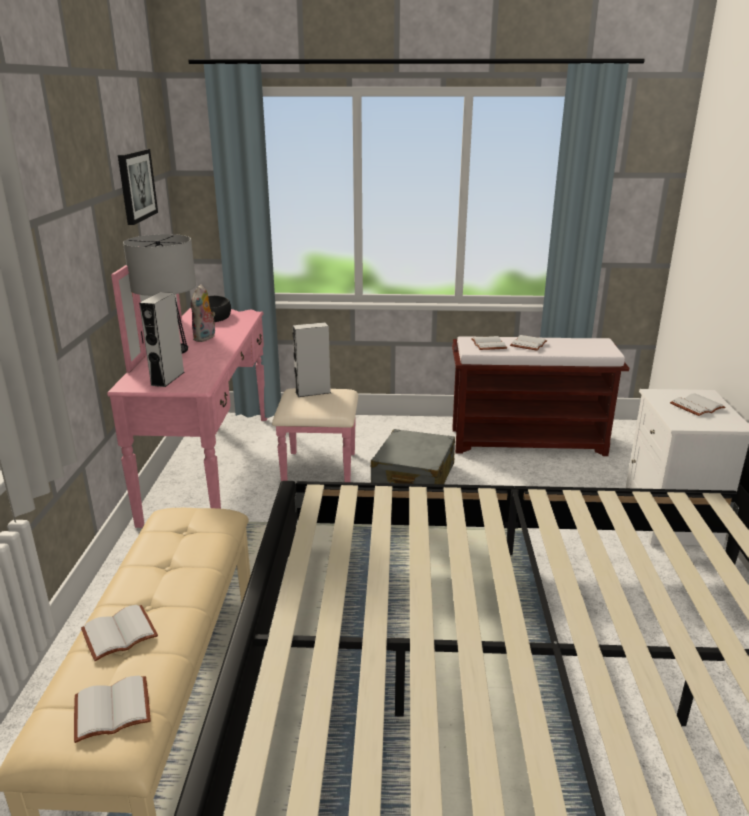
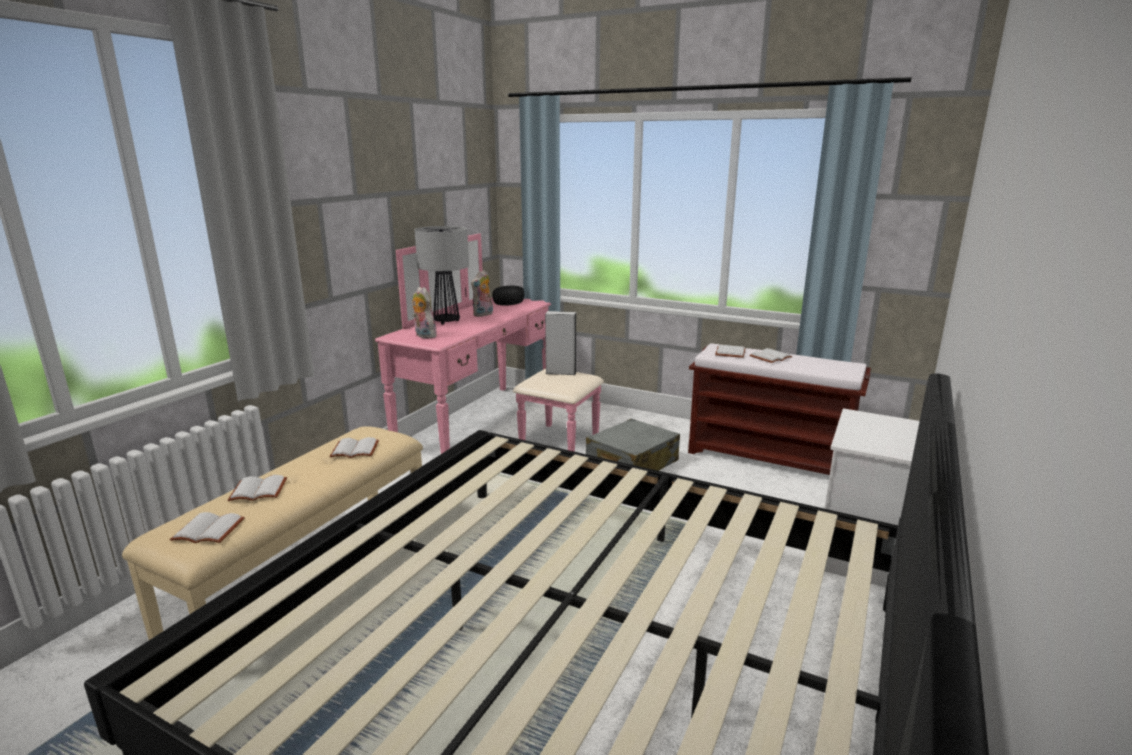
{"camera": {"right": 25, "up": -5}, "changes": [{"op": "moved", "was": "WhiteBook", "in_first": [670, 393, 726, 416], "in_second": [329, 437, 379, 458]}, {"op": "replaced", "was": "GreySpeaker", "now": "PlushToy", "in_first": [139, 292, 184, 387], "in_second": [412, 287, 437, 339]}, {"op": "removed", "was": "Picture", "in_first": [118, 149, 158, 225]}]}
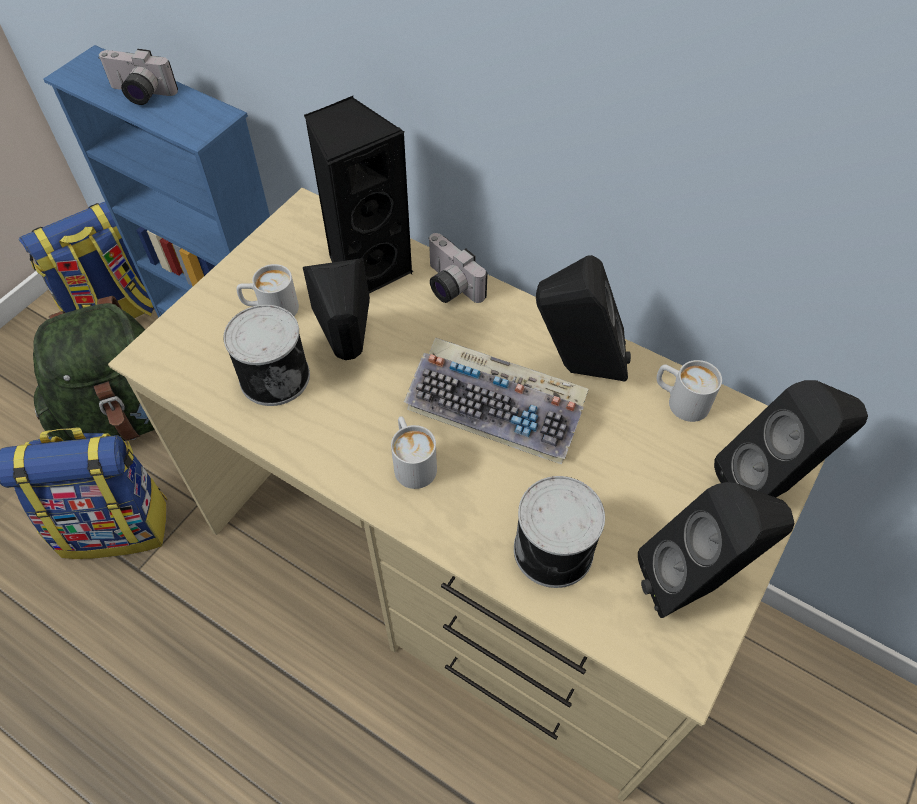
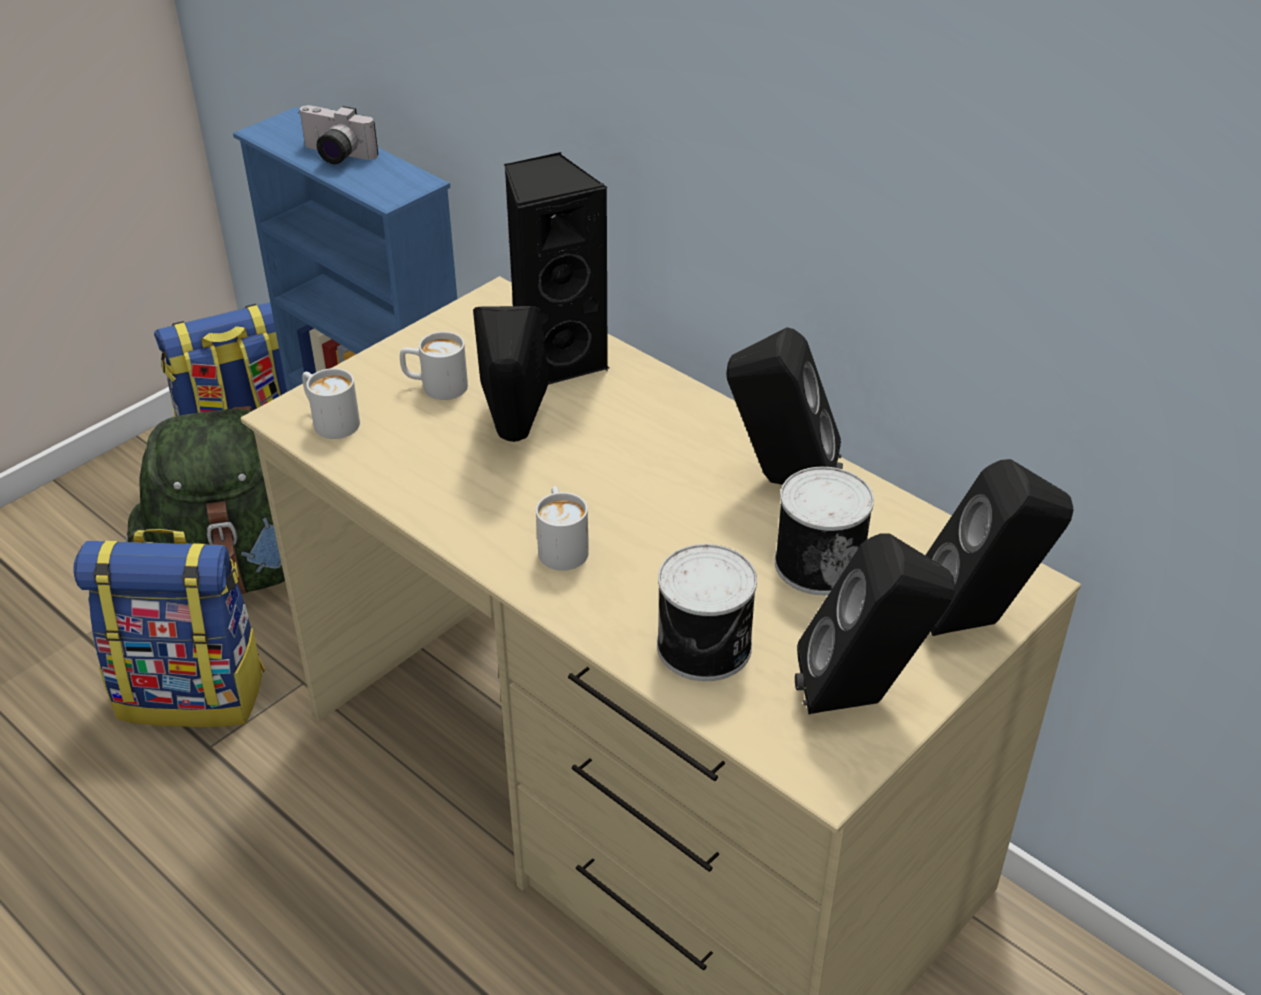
{"camera": {"right": 10, "up": -15}, "changes": [{"op": "moved", "was": "WhiteMug", "in_first": [657, 360, 722, 422], "in_second": [302, 368, 360, 439]}, {"op": "moved", "was": "Can", "in_first": [223, 305, 310, 406], "in_second": [775, 467, 874, 595]}, {"op": "removed", "was": "Keyboard", "in_first": [404, 338, 589, 464]}, {"op": "removed", "was": "PhotoCamera", "in_first": [428, 233, 488, 303]}]}
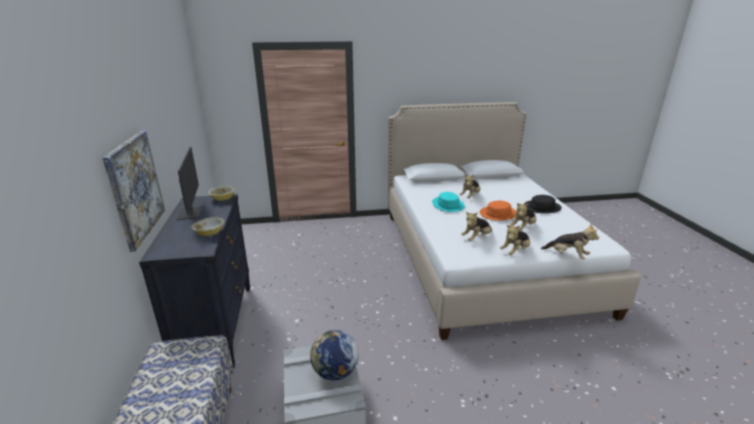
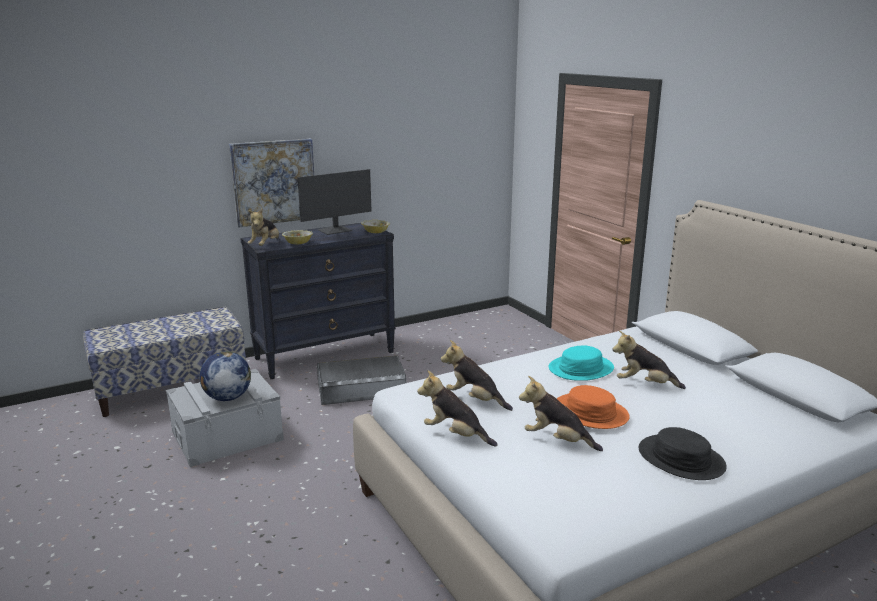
{"camera": {"right": 70, "up": -5}, "changes": [{"op": "moved", "was": "PlushToy", "in_first": [541, 223, 599, 259], "in_second": [248, 208, 279, 246]}, {"op": "added", "now": "GreyStorageBox", "in_second": [317, 355, 406, 405]}]}
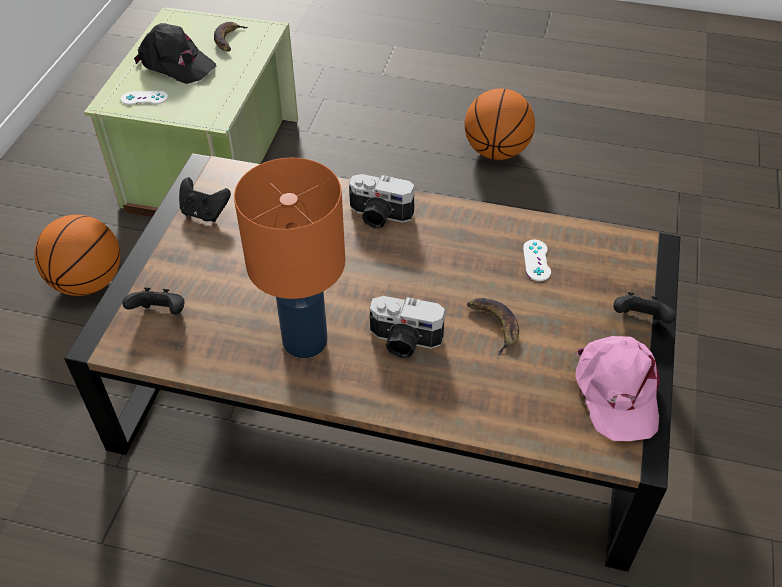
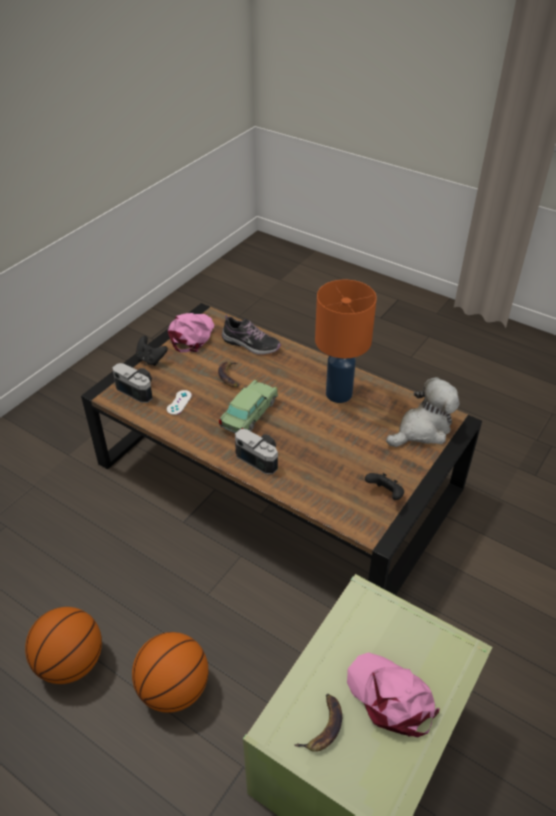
{"camera": {"right": -160, "up": -5}, "changes": [{"op": "moved", "was": "PhotoCamera", "in_first": [370, 296, 445, 358], "in_second": [112, 363, 153, 403]}, {"op": "moved", "was": "Basketball", "in_first": [34, 215, 120, 296], "in_second": [132, 632, 208, 713]}, {"op": "added", "now": "ToyCar", "in_second": [219, 380, 278, 433]}, {"op": "added", "now": "Shoe", "in_second": [222, 314, 281, 355]}, {"op": "recoloured", "was": "BlackCap", "now": "PinkCap", "in_first": [134, 23, 216, 84], "in_second": [347, 652, 440, 738]}, {"op": "replaced", "was": "BlackGameController", "now": "PlushToy", "in_first": [122, 287, 184, 315], "in_second": [386, 377, 459, 447]}, {"op": "removed", "was": "WhiteGameController", "in_first": [121, 91, 168, 105]}]}
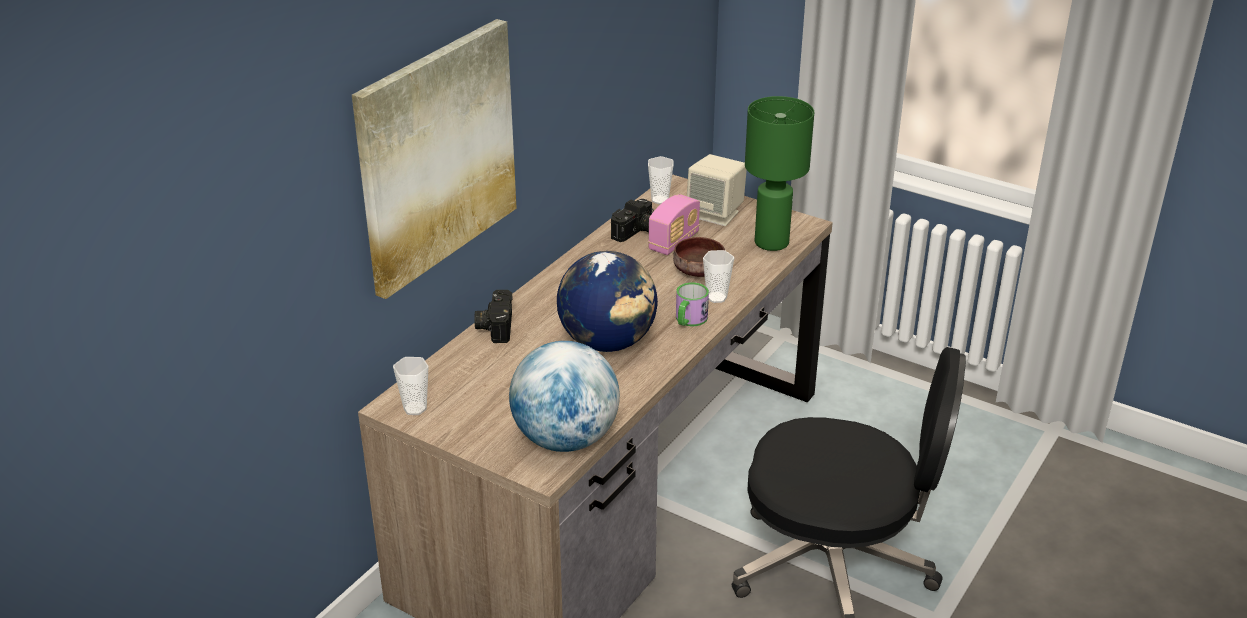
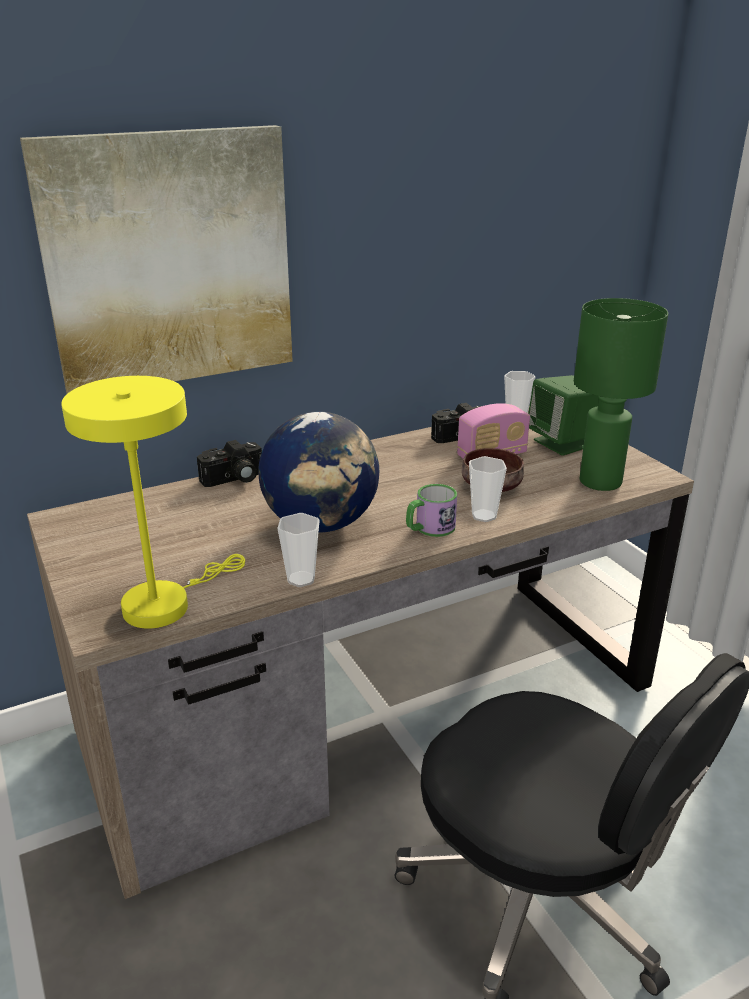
{"camera": {"right": 30, "up": -5}, "changes": [{"op": "replaced", "was": "Globe", "now": "YellowTableLamp", "in_first": [509, 341, 620, 452], "in_second": [61, 376, 245, 629]}, {"op": "turned", "was": "PhotoCamera", "in_first": [474, 290, 513, 343], "in_second": [197, 440, 262, 487], "clockwise": -150}, {"op": "moved", "was": "Cup", "in_first": [393, 357, 429, 415], "in_second": [277, 513, 320, 587]}, {"op": "recoloured", "was": "BeigeSpeaker", "now": "GreenSpeaker", "in_first": [687, 154, 747, 226], "in_second": [528, 375, 599, 456]}]}
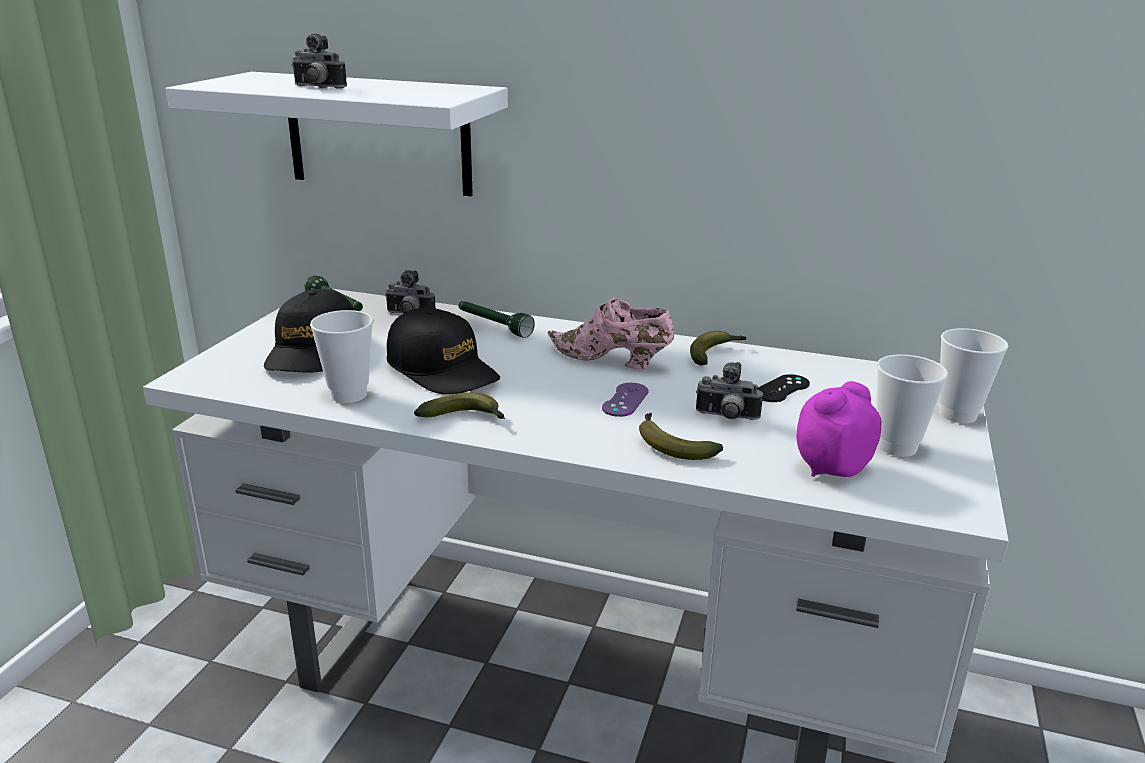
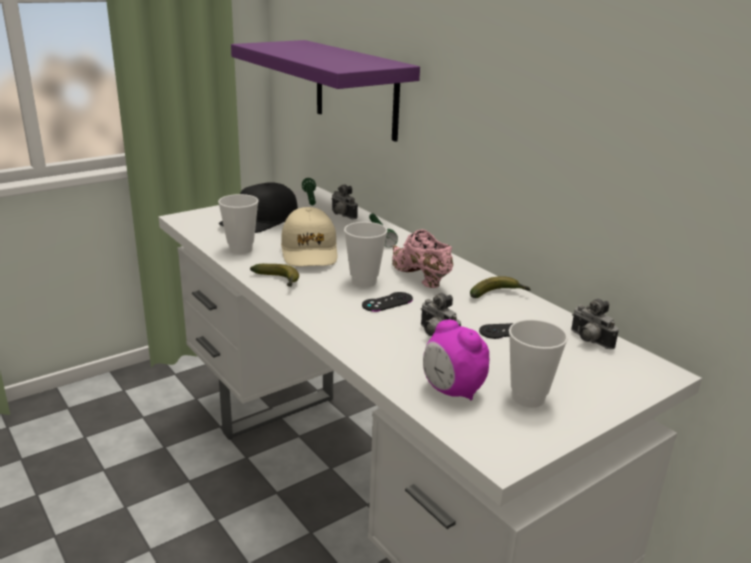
{"camera": {"right": 35, "up": 0}, "changes": [{"op": "recoloured", "was": "WhiteShelf", "now": "PurpleShelf", "in_first": [166, 72, 508, 196], "in_second": [231, 40, 420, 142]}, {"op": "recoloured", "was": "BlackCap", "now": "BeigeCap", "in_first": [387, 308, 500, 394], "in_second": [281, 207, 337, 266]}, {"op": "moved", "was": "Cup", "in_first": [939, 328, 1008, 423], "in_second": [344, 222, 387, 287]}, {"op": "recoloured", "was": "PurpleGameController", "now": "BlackGameController", "in_first": [602, 383, 649, 417], "in_second": [362, 292, 413, 312]}, {"op": "turned", "was": "AlarmClock", "in_first": [796, 381, 882, 477], "in_second": [423, 320, 489, 400], "clockwise": -135}, {"op": "moved", "was": "PhotoCamera", "in_first": [291, 33, 347, 89], "in_second": [571, 299, 619, 349]}, {"op": "removed", "was": "Banana", "in_first": [639, 413, 723, 460]}]}
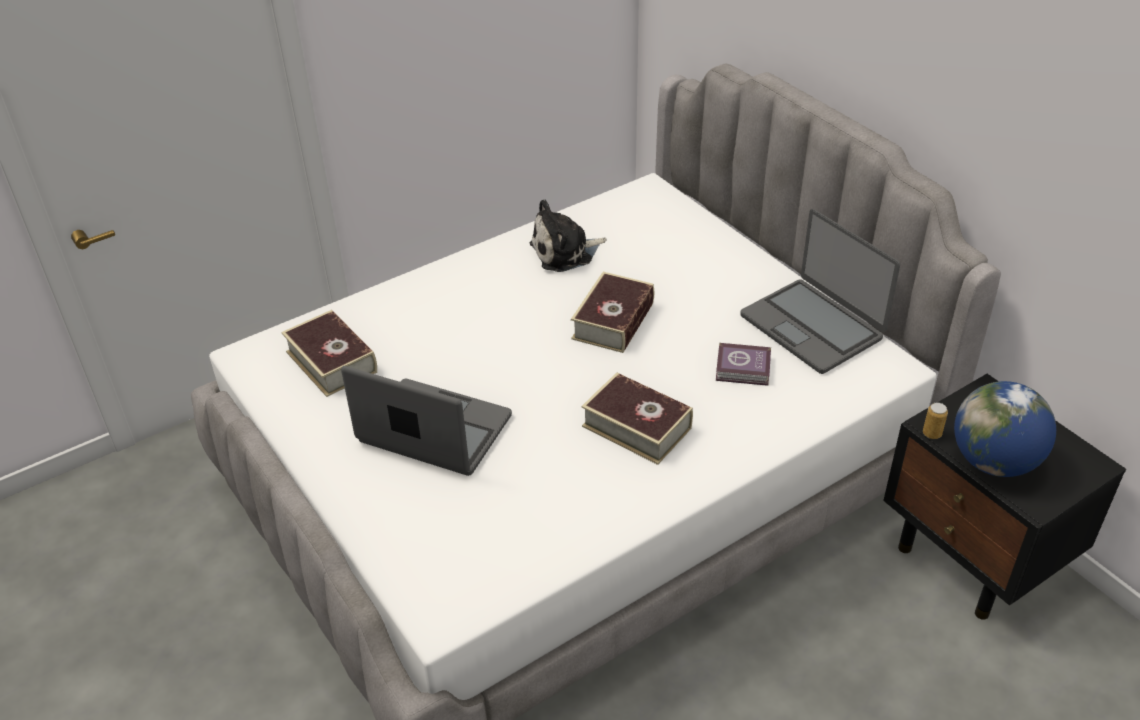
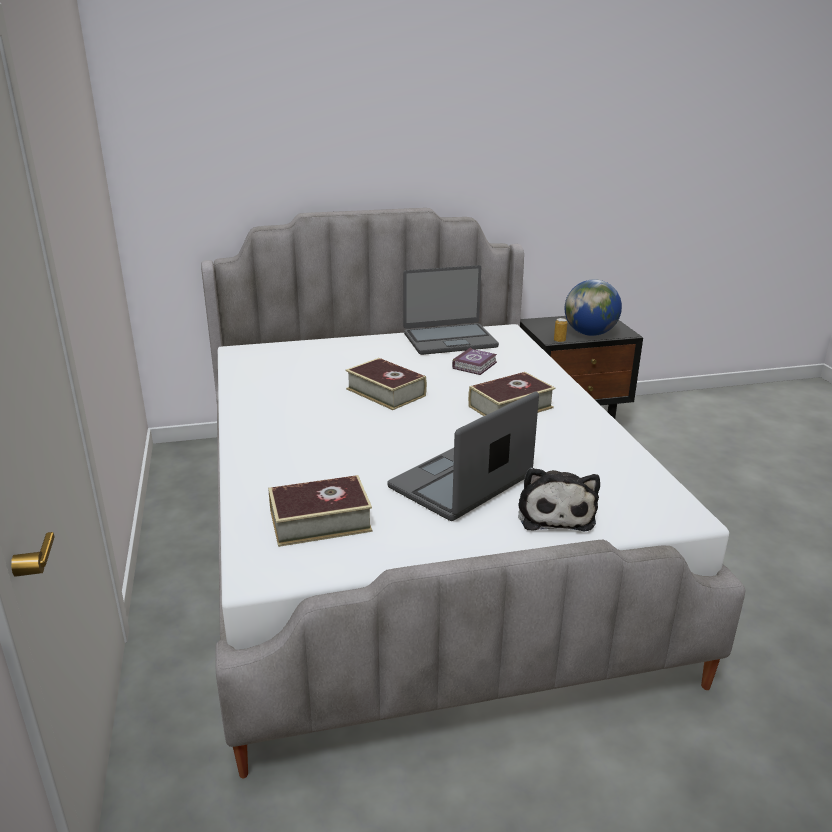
{"camera": {"right": -70, "up": -15}, "changes": [{"op": "moved", "was": "PlushToy", "in_first": [530, 199, 607, 272], "in_second": [518, 468, 600, 532]}]}
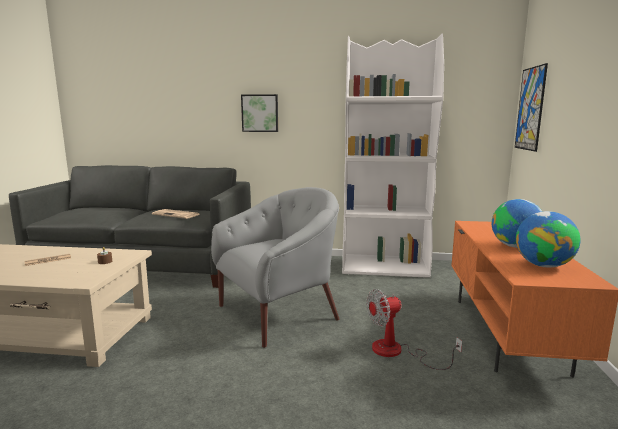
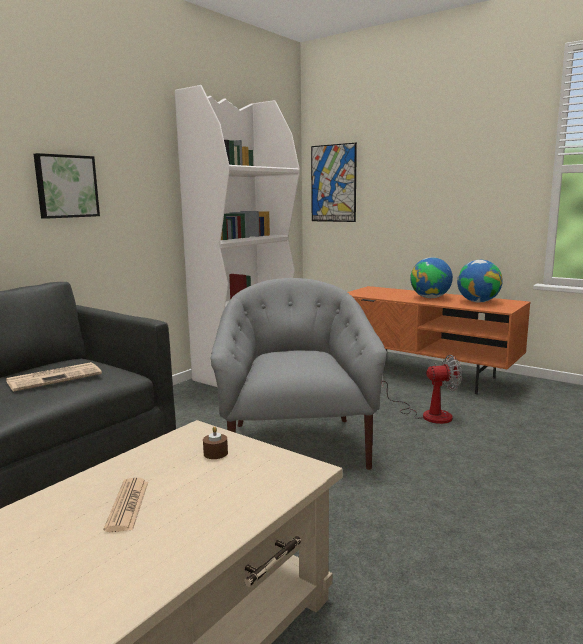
{"camera": {"right": -60, "up": 0}, "changes": [{"op": "turned", "was": "Fan", "in_first": [367, 289, 462, 370], "in_second": [381, 355, 462, 424], "clockwise": -105}]}
